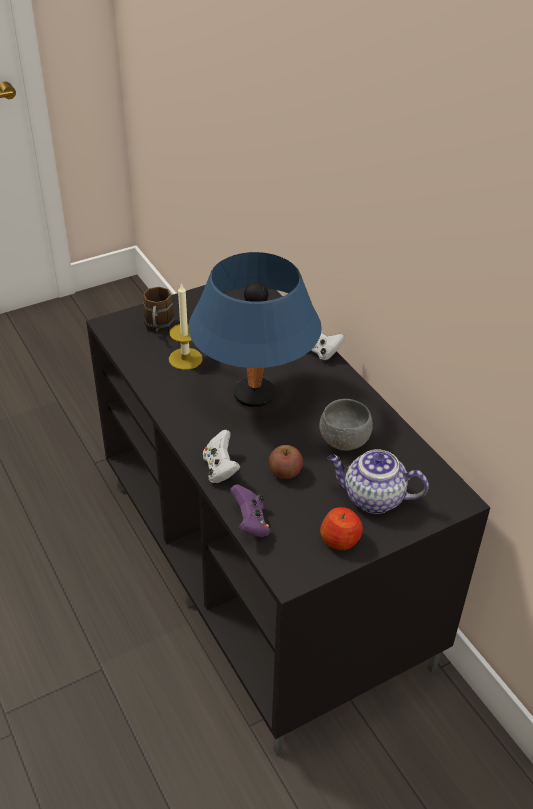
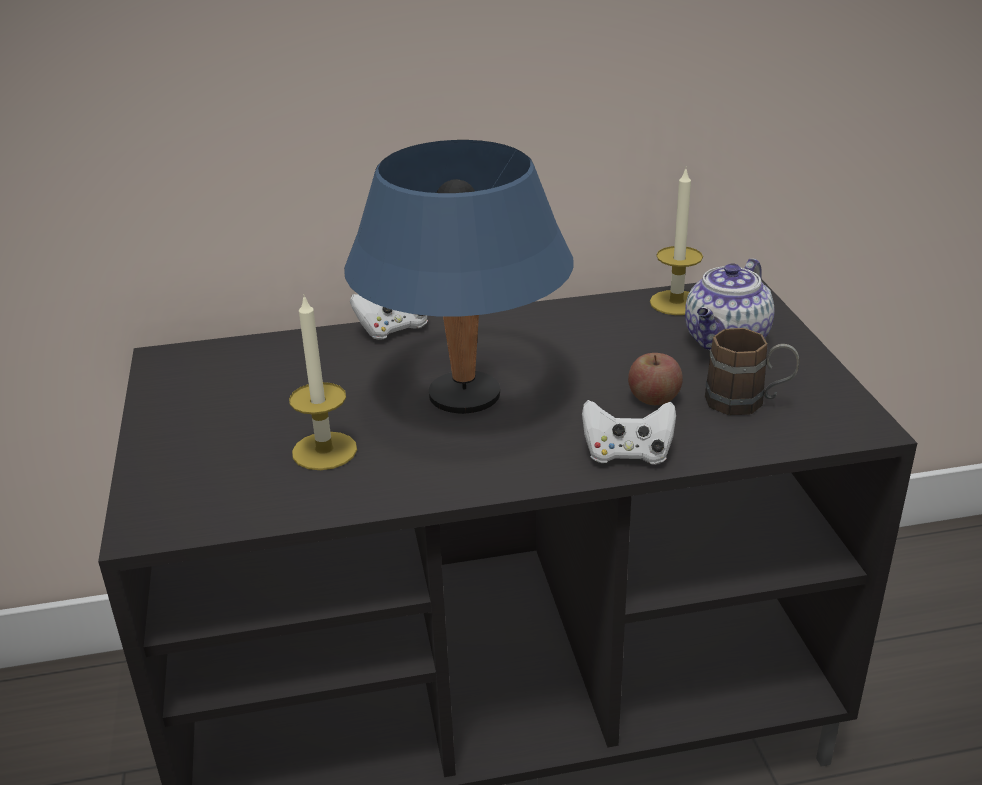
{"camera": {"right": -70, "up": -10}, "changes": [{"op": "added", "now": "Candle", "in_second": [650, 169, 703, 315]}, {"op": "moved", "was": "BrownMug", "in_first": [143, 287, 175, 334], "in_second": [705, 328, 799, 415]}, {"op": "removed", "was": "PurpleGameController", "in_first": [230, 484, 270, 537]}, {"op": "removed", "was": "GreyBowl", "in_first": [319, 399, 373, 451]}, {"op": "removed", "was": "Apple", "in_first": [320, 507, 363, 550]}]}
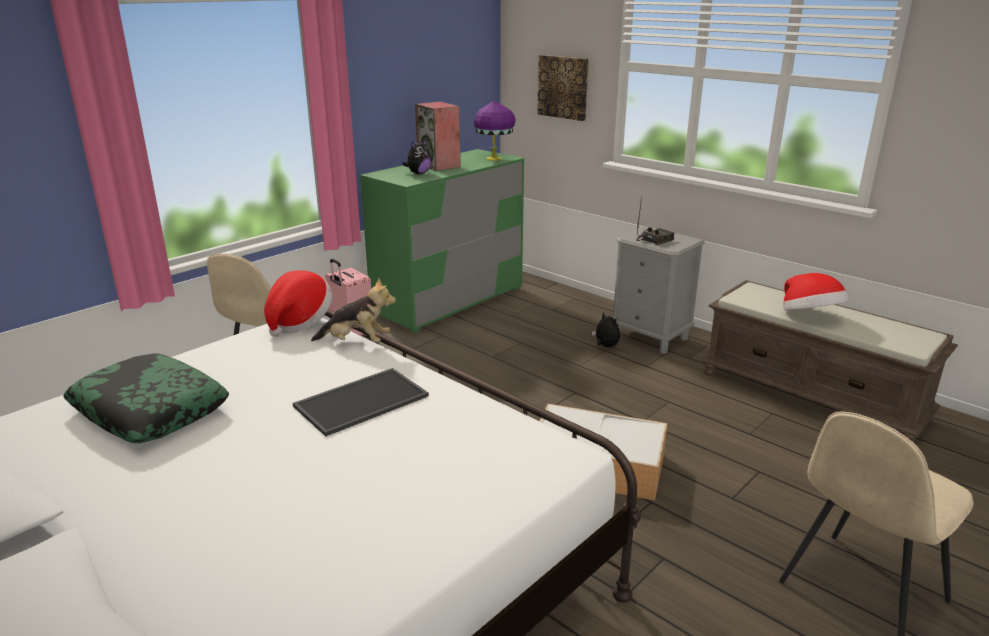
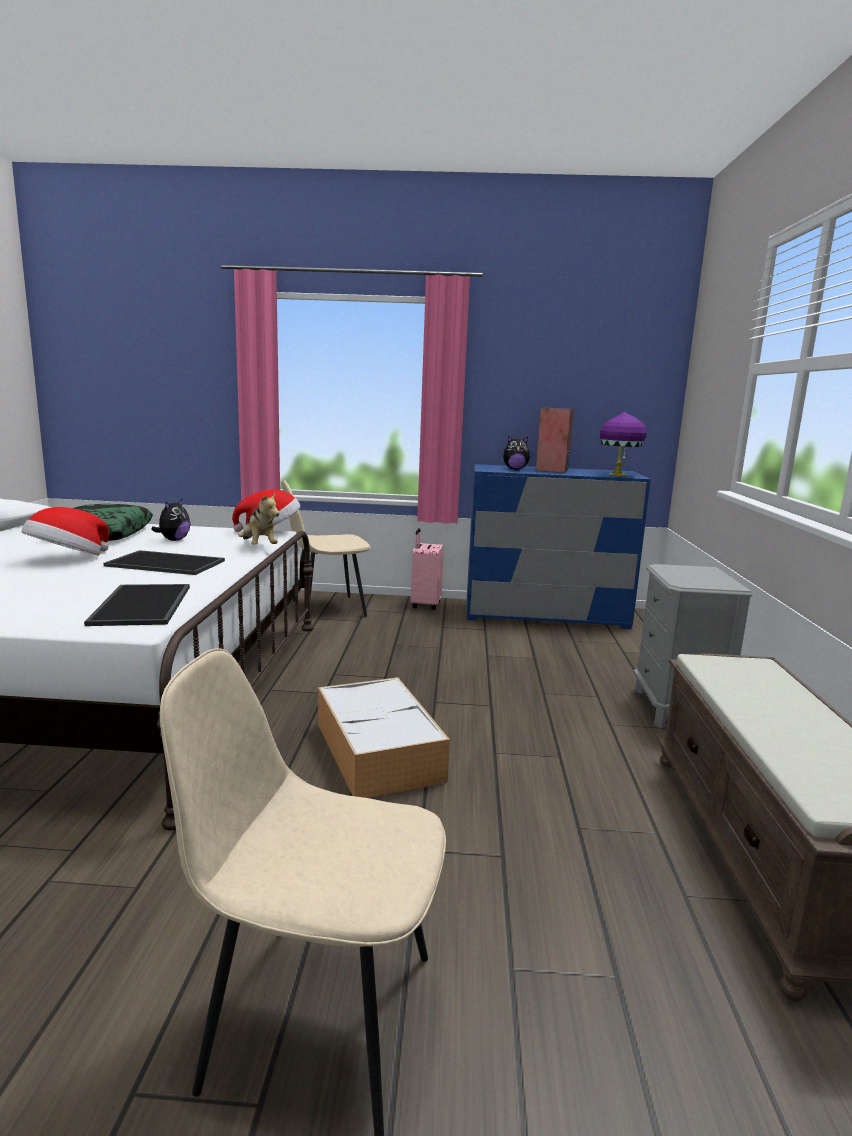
{"camera": {"right": 50, "up": -10}, "changes": [{"op": "moved", "was": "Hat", "in_first": [783, 273, 849, 310], "in_second": [21, 507, 109, 556]}, {"op": "added", "now": "Tray", "in_second": [84, 584, 190, 626]}, {"op": "moved", "was": "PlushToy", "in_first": [592, 312, 620, 347], "in_second": [151, 499, 190, 541]}, {"op": "recoloured", "was": "GreenDresser", "now": "BlueDresser", "in_first": [360, 149, 524, 334], "in_second": [467, 464, 651, 629]}, {"op": "removed", "was": "Picture", "in_first": [537, 55, 589, 121]}, {"op": "removed", "was": "Radio", "in_first": [637, 196, 674, 245]}]}
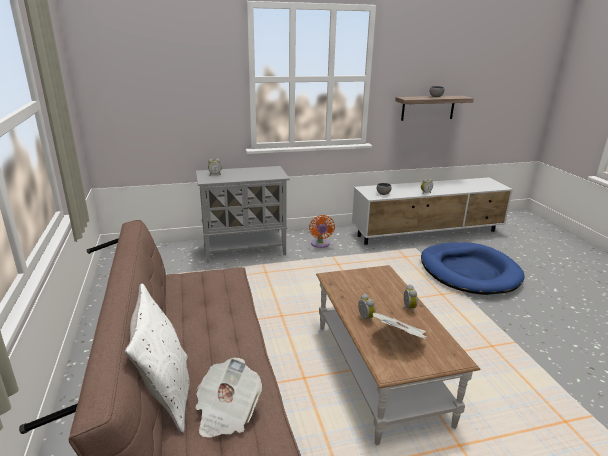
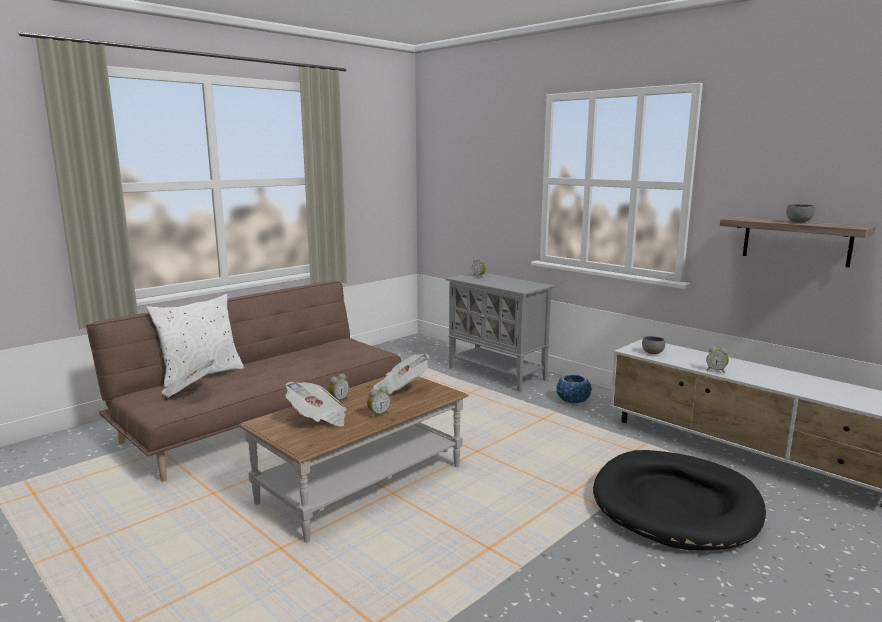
{"camera": {"right": 60, "up": -10}, "changes": [{"op": "added", "now": "Newspaper", "in_second": [373, 354, 430, 394]}, {"op": "replaced", "was": "OrangeFan", "now": "BluePlanter", "in_first": [309, 215, 335, 248], "in_second": [556, 375, 592, 403]}, {"op": "recoloured", "was": "BlueDogBed", "now": "BlackDogBed", "in_first": [421, 242, 525, 295], "in_second": [593, 450, 766, 550]}]}
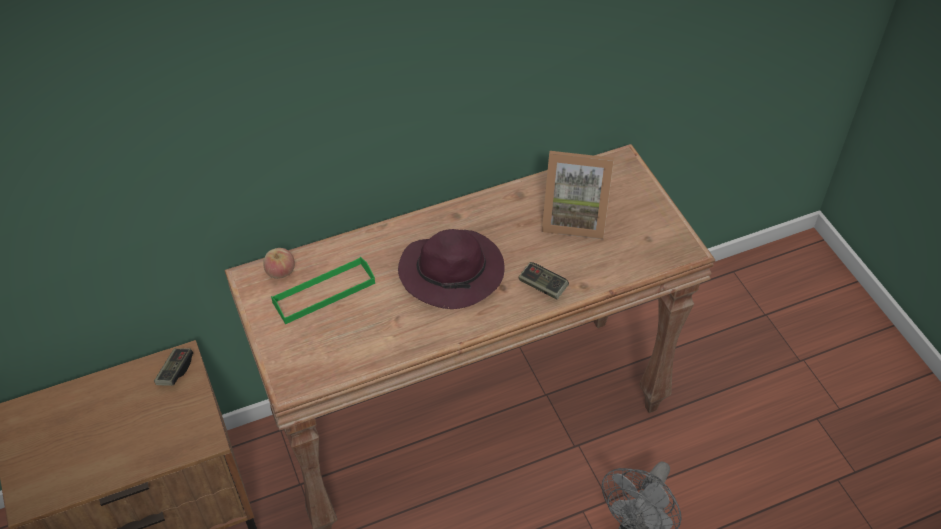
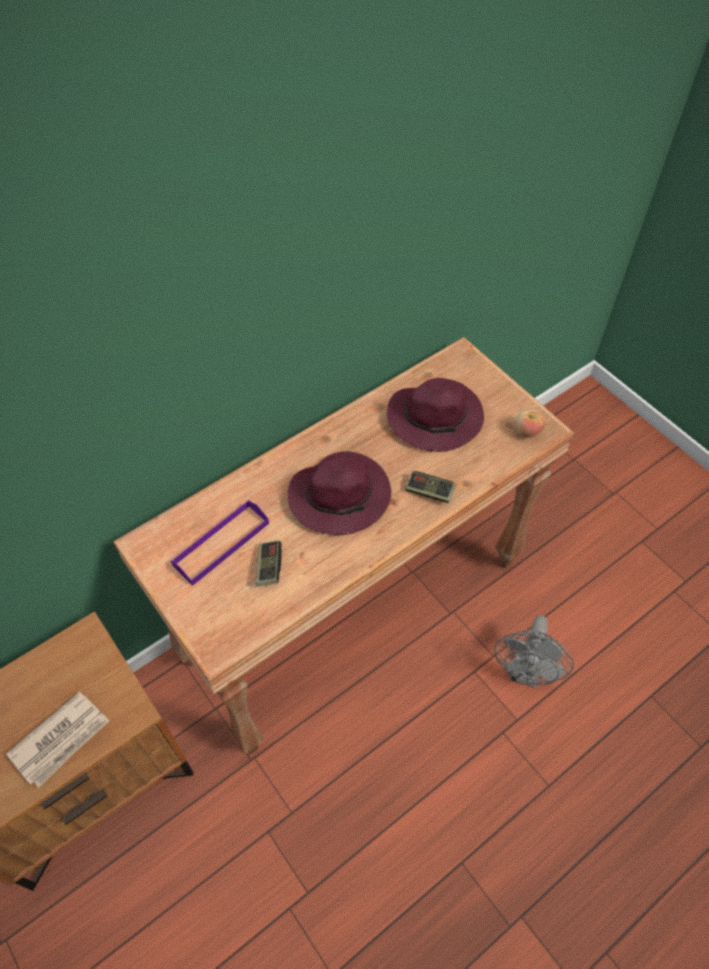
{"camera": {"right": -15, "up": 5}, "changes": [{"op": "added", "now": "Newspaper", "in_second": [6, 692, 110, 788]}, {"op": "recoloured", "was": "GreenTray", "now": "PurpleTray", "in_first": [271, 257, 375, 324], "in_second": [171, 500, 269, 586]}, {"op": "moved", "was": "GameController", "in_first": [154, 348, 193, 386], "in_second": [256, 540, 282, 586]}, {"op": "replaced", "was": "PictureFrame", "now": "PurpleHat", "in_first": [542, 151, 614, 239], "in_second": [387, 378, 484, 452]}, {"op": "moved", "was": "Apple", "in_first": [263, 248, 295, 279], "in_second": [515, 408, 546, 438]}]}
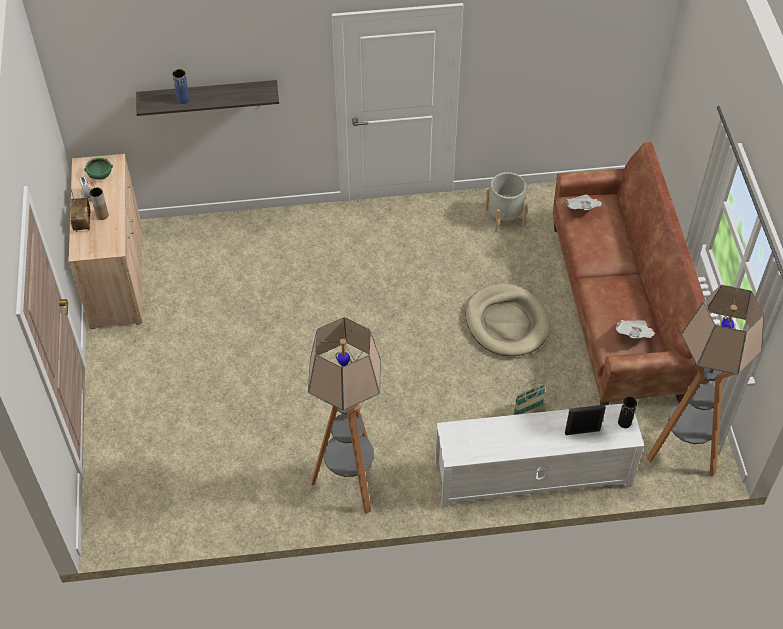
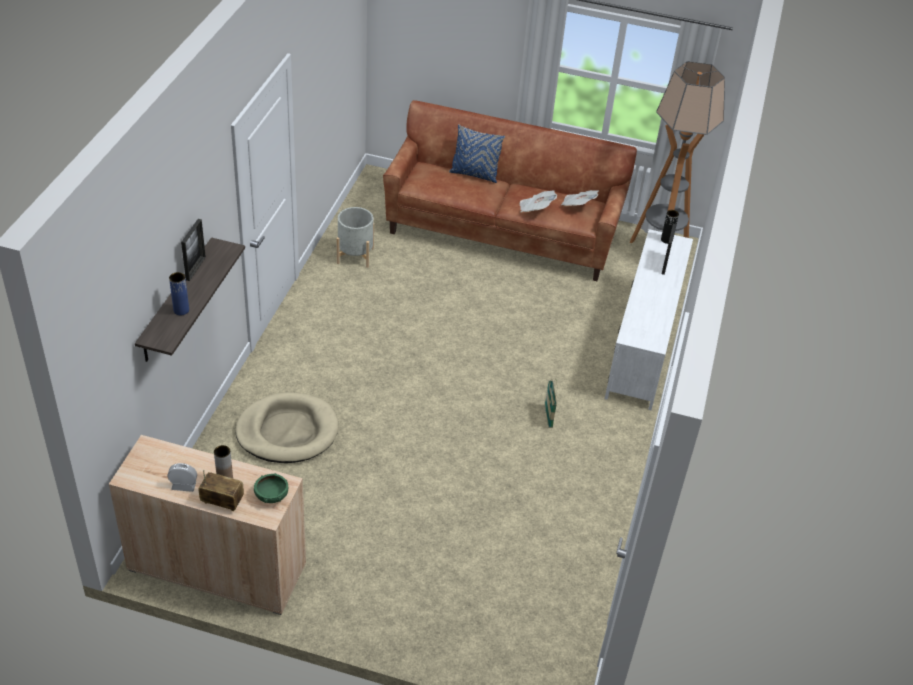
{"camera": {"right": -70, "up": -10}, "changes": [{"op": "added", "now": "PictureFrame", "in_second": [181, 219, 206, 281]}, {"op": "moved", "was": "BeigeDogBed", "in_first": [465, 284, 551, 356], "in_second": [235, 392, 339, 463]}, {"op": "moved", "was": "GreenBowl", "in_first": [84, 158, 113, 180], "in_second": [254, 473, 288, 503]}, {"op": "added", "now": "BluePillow", "in_second": [449, 124, 505, 183]}, {"op": "moved", "was": "Newspaper", "in_first": [566, 195, 602, 210], "in_second": [520, 190, 557, 212]}, {"op": "moved", "was": "Basket", "in_first": [514, 380, 546, 415], "in_second": [545, 378, 557, 428]}, {"op": "removed", "was": "FloorLamp", "in_first": [308, 317, 381, 514]}]}
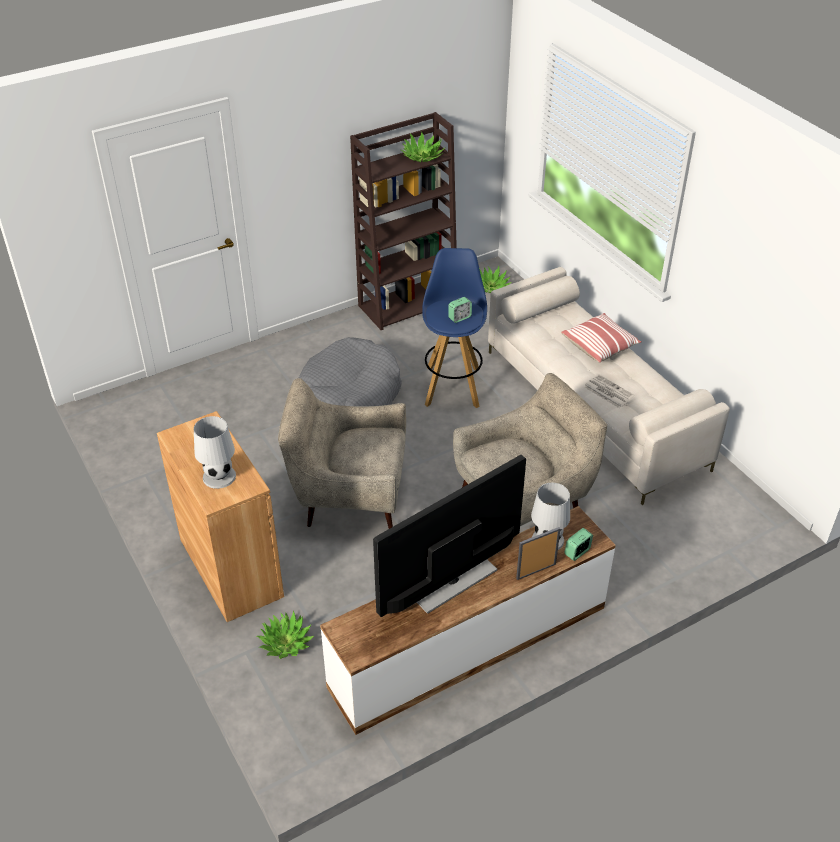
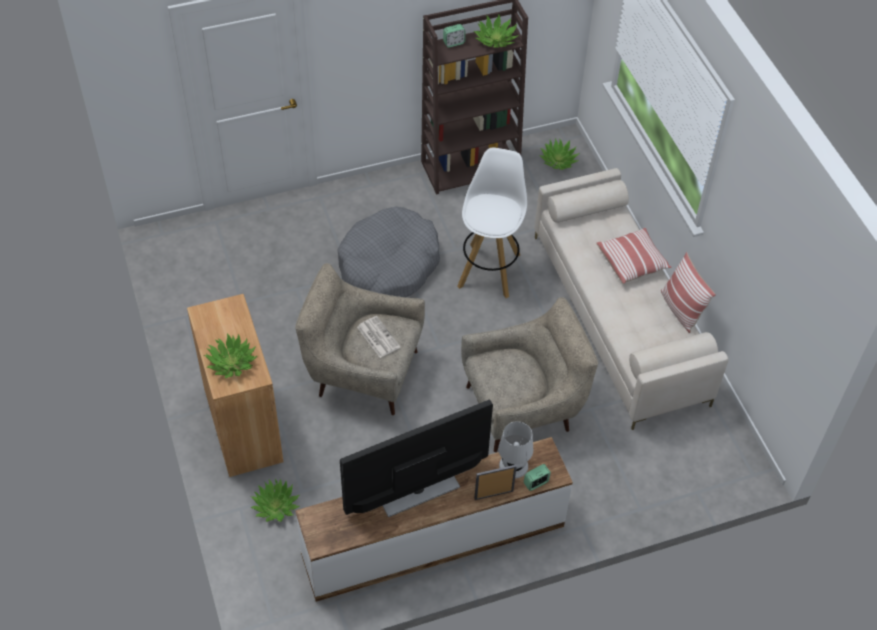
{"camera": {"right": 10, "up": 10}, "changes": [{"op": "replaced", "was": "WhiteTableLamp", "now": "PottedPlant", "in_first": [194, 416, 236, 489], "in_second": [204, 334, 257, 378]}, {"op": "moved", "was": "Newspaper", "in_first": [584, 374, 635, 408], "in_second": [357, 316, 401, 358]}, {"op": "moved", "was": "AlarmClock", "in_first": [448, 297, 472, 323], "in_second": [443, 24, 466, 48]}, {"op": "recoloured", "was": "BlueStool", "now": "WhiteStool", "in_first": [422, 248, 487, 408], "in_second": [457, 147, 527, 298]}, {"op": "added", "now": "Pillow", "in_second": [661, 252, 716, 333]}]}
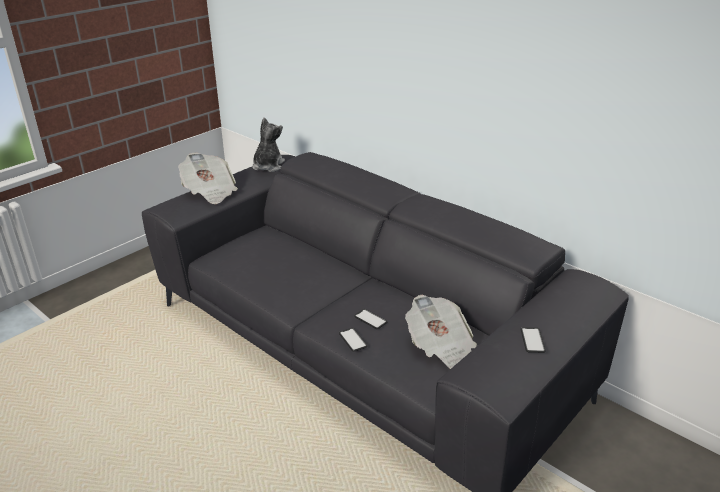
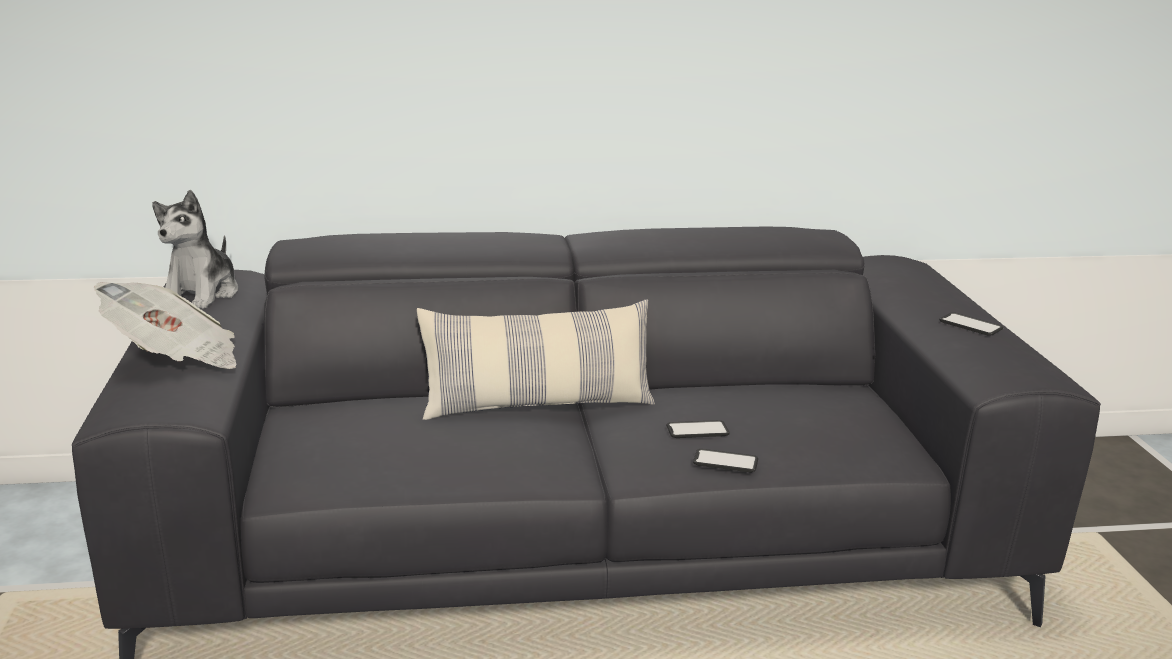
{"camera": {"right": -50, "up": -10}, "changes": [{"op": "turned", "was": "PlushToy", "in_first": [252, 118, 285, 172], "in_second": [152, 190, 238, 309], "clockwise": -135}, {"op": "added", "now": "Pillow", "in_second": [417, 299, 655, 420]}, {"op": "removed", "was": "Newspaper", "in_first": [405, 295, 477, 369]}]}
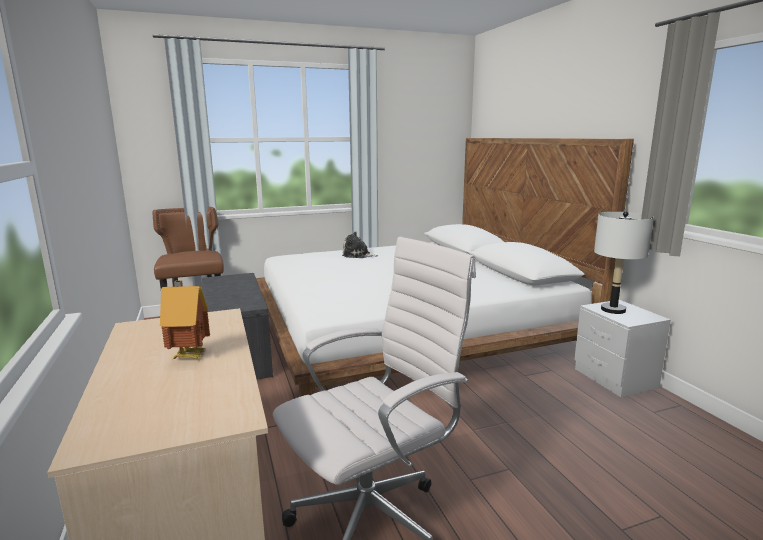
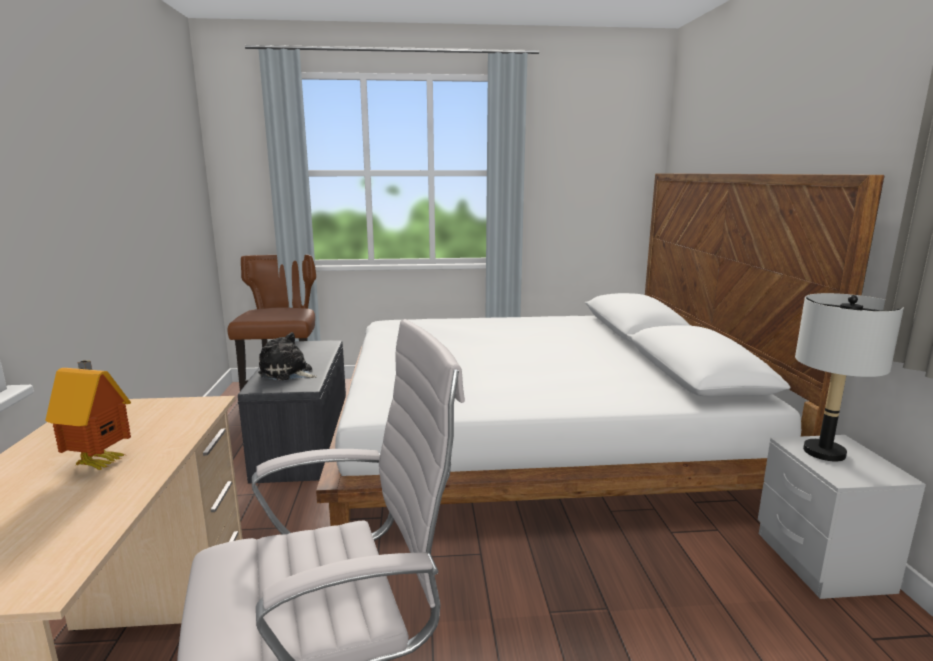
{"camera": {"right": 15, "up": 0}, "changes": [{"op": "moved", "was": "PlushToy", "in_first": [342, 232, 379, 258], "in_second": [258, 332, 317, 381]}]}
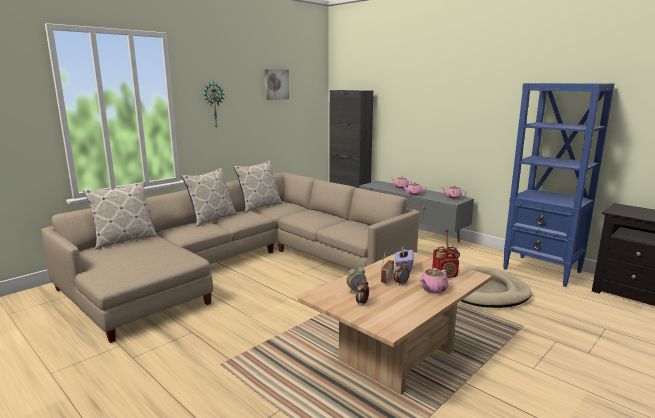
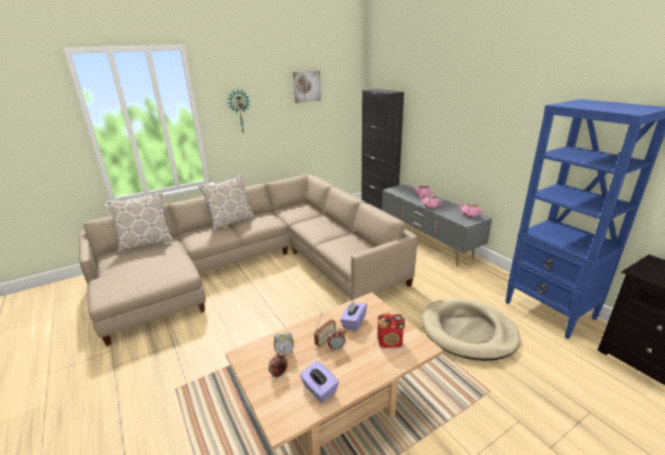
{"camera": {"right": 15, "up": 10}, "changes": [{"op": "added", "now": "PurpleTissueBox", "in_second": [300, 361, 339, 403]}, {"op": "removed", "was": "Pillow", "in_first": [233, 160, 282, 213]}, {"op": "removed", "was": "PinkTeapot", "in_first": [420, 268, 449, 293]}]}
